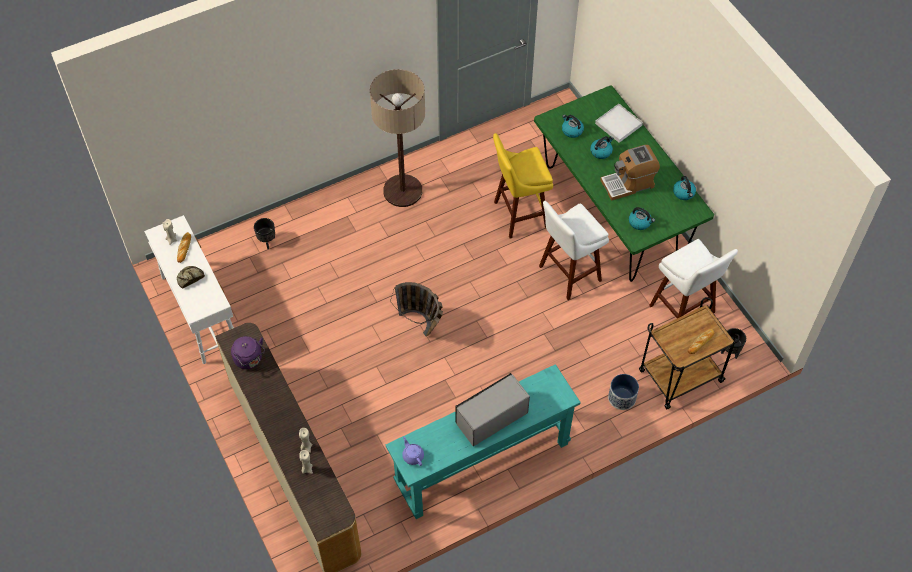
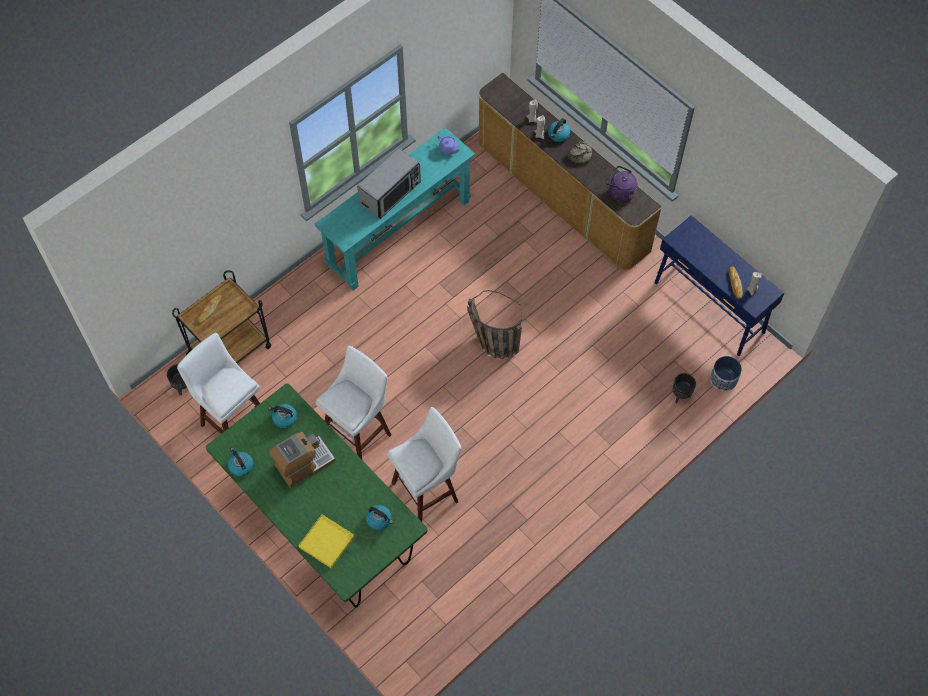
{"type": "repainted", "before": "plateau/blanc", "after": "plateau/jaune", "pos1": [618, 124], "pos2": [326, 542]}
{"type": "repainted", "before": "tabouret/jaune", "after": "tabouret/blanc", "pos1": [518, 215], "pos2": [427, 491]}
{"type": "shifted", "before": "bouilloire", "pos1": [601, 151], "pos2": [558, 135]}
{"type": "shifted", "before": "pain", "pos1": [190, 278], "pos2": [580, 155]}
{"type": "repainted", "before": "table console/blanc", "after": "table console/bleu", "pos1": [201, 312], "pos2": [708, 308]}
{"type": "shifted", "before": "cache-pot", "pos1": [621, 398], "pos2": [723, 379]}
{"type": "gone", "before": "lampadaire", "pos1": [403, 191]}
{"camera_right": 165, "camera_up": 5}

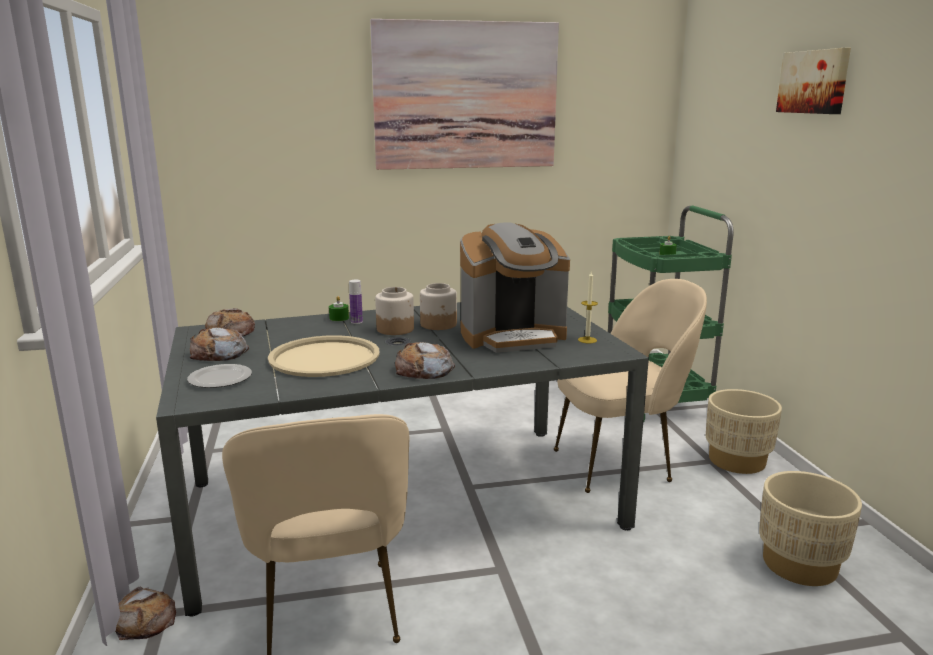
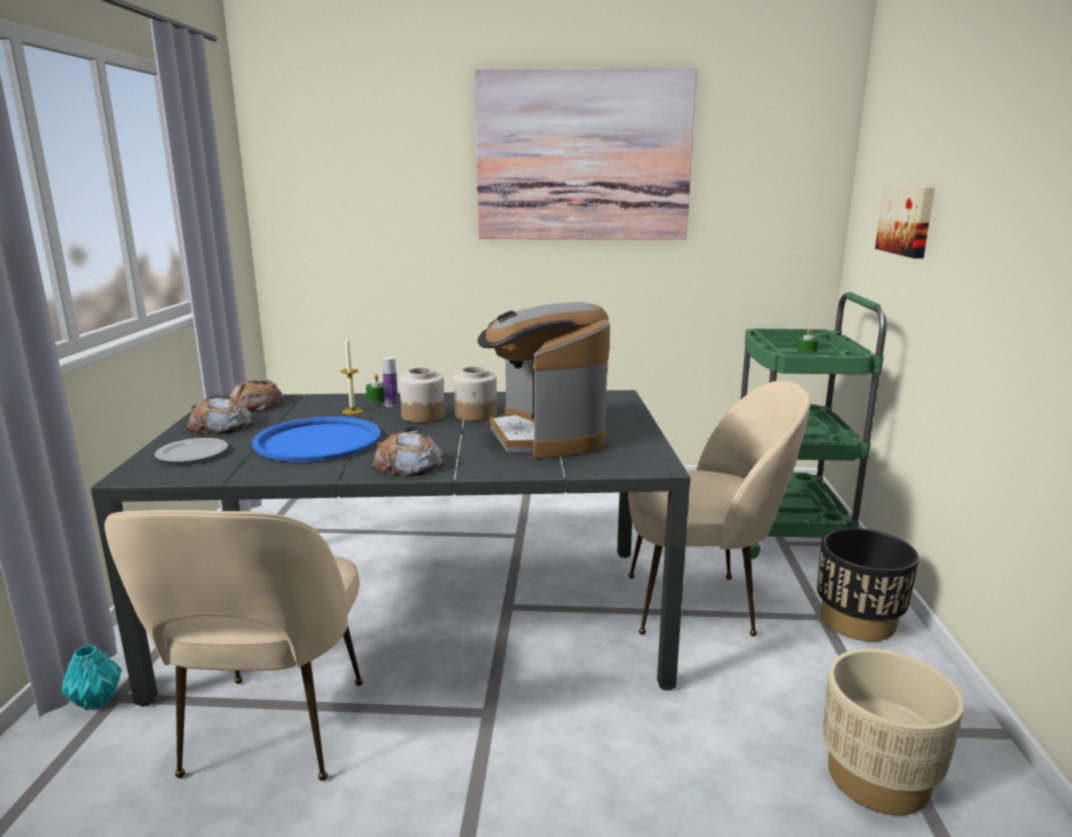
{"type": "swapped", "before": "pain", "after": "vase/turquoise", "pos1": [145, 620], "pos2": [97, 701]}
{"type": "repainted", "before": "plateau/beige", "after": "plateau/bleu", "pos1": [324, 358], "pos2": [318, 441]}
{"type": "shifted", "before": "bougie", "pos1": [587, 340], "pos2": [352, 411]}
{"type": "rotated", "before": "machine à café", "pos1": [513, 337], "pos2": [545, 436], "turn": 75}
{"type": "repainted", "before": "cache-pot/beige", "after": "cache-pot/noir", "pos1": [737, 461], "pos2": [858, 621]}
{"type": "shifted", "before": "tableau", "pos1": [814, 82], "pos2": [907, 220]}
{"camera_right": 15, "camera_up": 0}

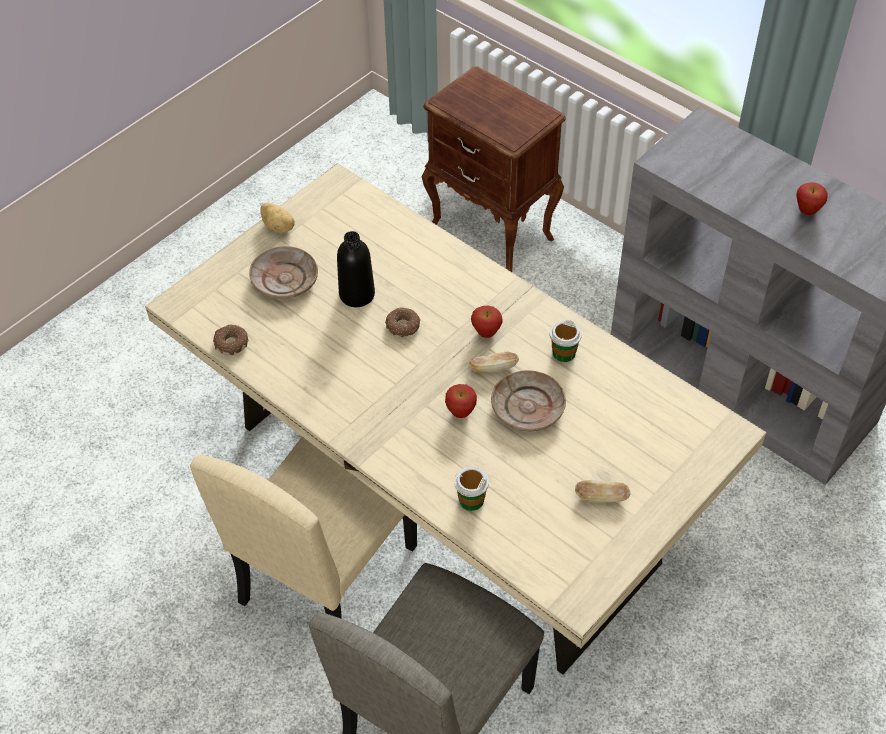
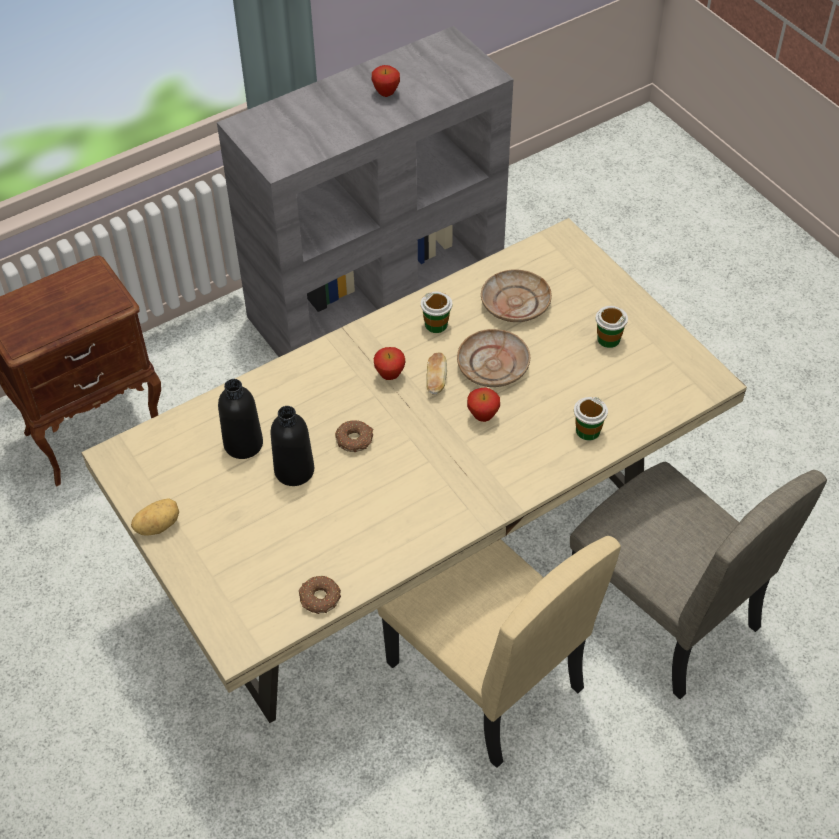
{"type": "new", "after": "bouteille/noir", "pos2": [243, 444]}
{"type": "shifted", "before": "assiette/beige", "pos1": [284, 279], "pos2": [515, 303]}
{"type": "swapped", "before": "pain", "after": "tasse", "pos1": [601, 497], "pos2": [608, 339]}
{"camera_right": -75, "camera_up": 0}

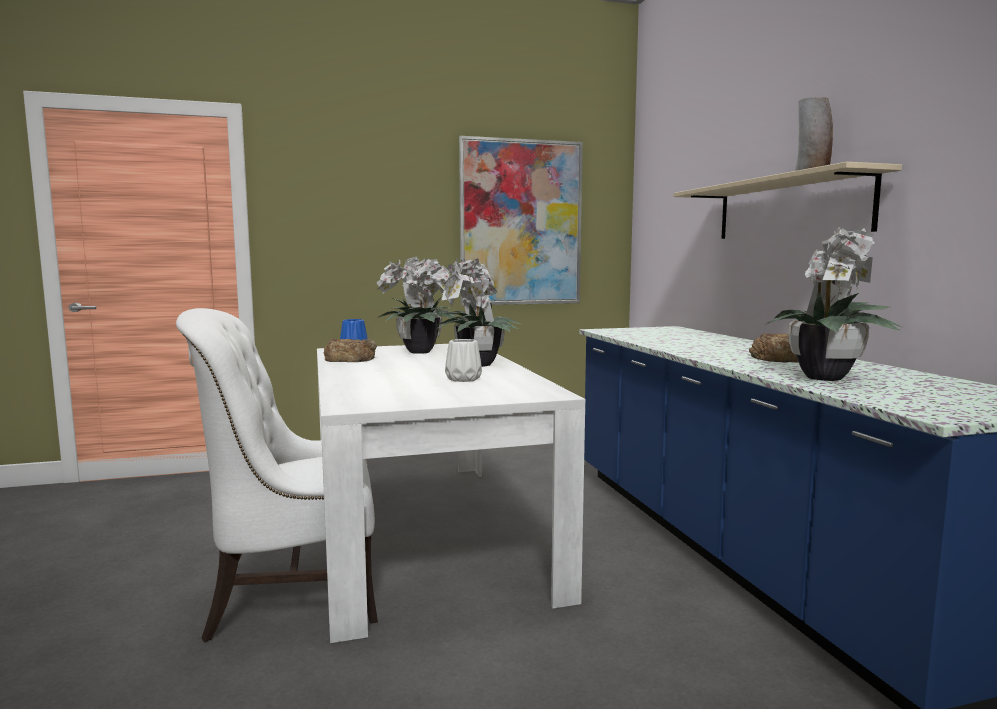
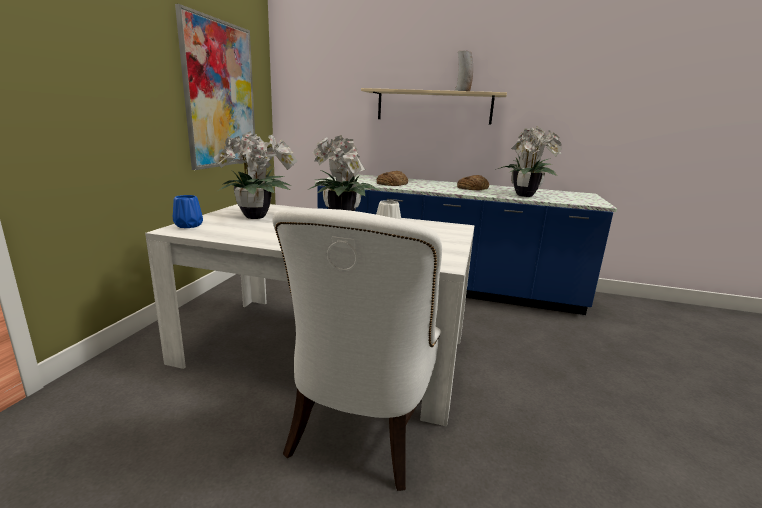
{"type": "shifted", "before": "pain", "pos1": [350, 358], "pos2": [392, 183]}
{"camera_right": -60, "camera_up": 10}

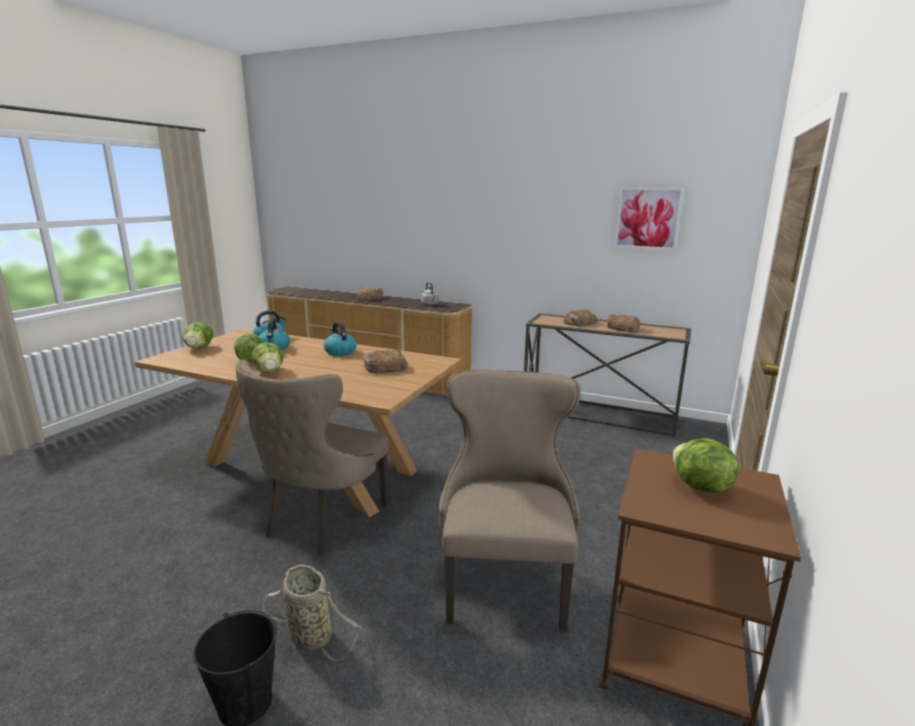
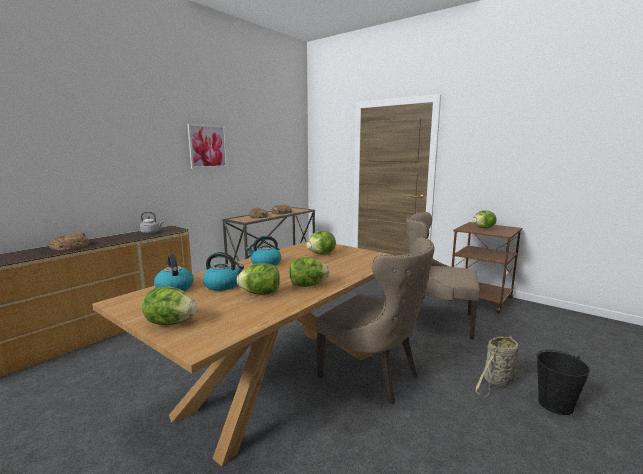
{"type": "shifted", "before": "tableau", "pos1": [647, 218], "pos2": [207, 146]}
{"type": "swapped", "before": "pain", "after": "laitue", "pos1": [385, 367], "pos2": [322, 254]}
{"camera_right": -75, "camera_up": -5}

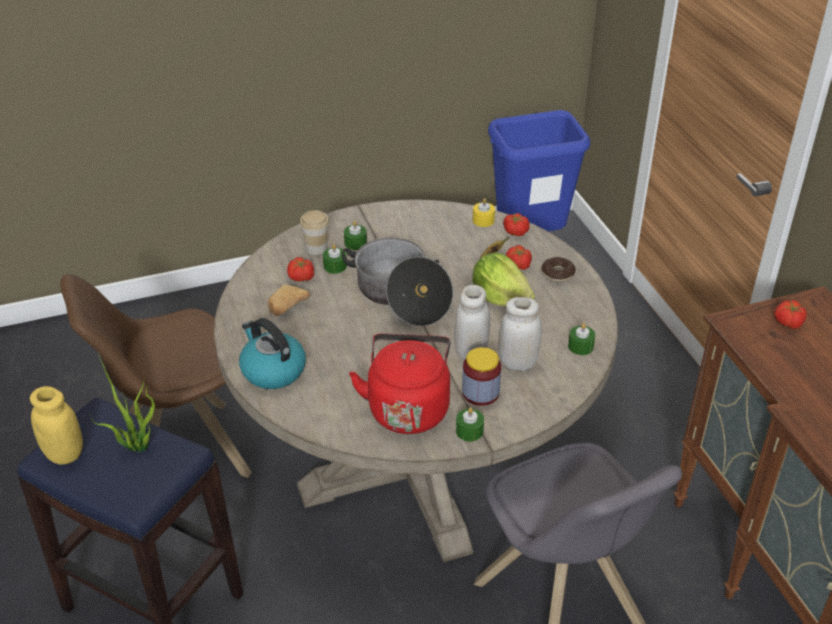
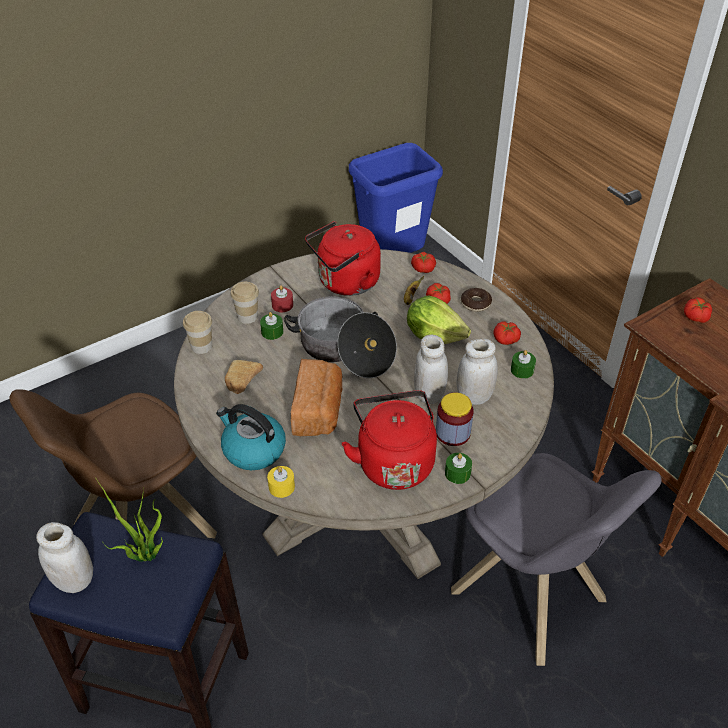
{"type": "repainted", "before": "bocal/jaune", "after": "bocal/blanc", "pos1": [64, 454], "pos2": [74, 580]}
{"type": "new", "after": "tasse", "pos2": [201, 346]}
{"type": "shifted", "before": "bougie/jaune", "pos1": [483, 220], "pos2": [281, 487]}
{"type": "repainted", "before": "bougie/vert", "after": "bougie/rouge", "pos1": [355, 243], "pos2": [282, 305]}
{"type": "new", "after": "pain", "pos2": [318, 411]}
{"type": "new", "after": "bouilloire/rouge", "pos2": [345, 283]}
{"type": "shifted", "before": "tomate", "pos1": [301, 277], "pos2": [506, 340]}
{"camera_right": -15, "camera_up": 5}

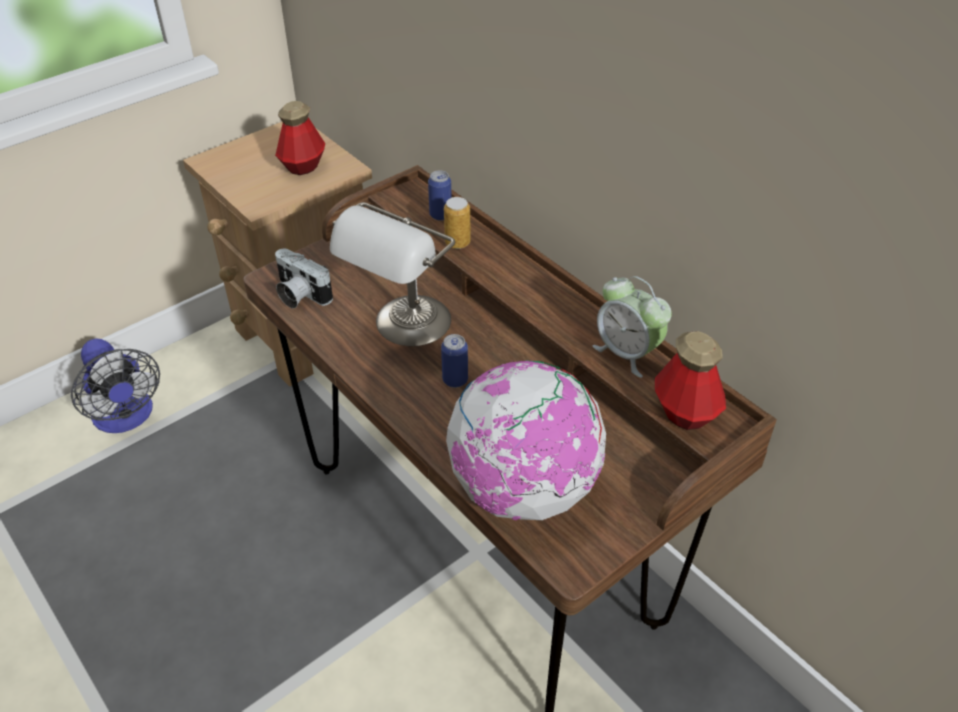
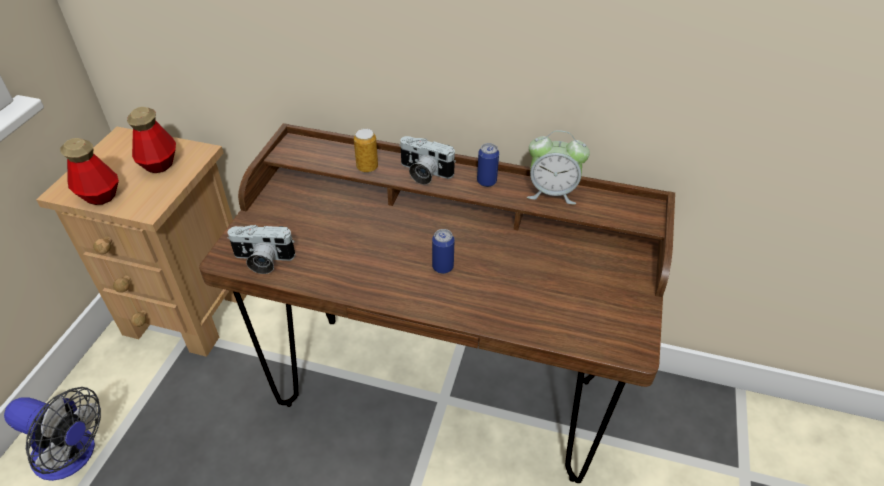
{"type": "shifted", "before": "bouteille", "pos1": [685, 412], "pos2": [100, 196]}
{"type": "new", "after": "appareil photo", "pos2": [424, 173]}
{"type": "shifted", "before": "boîte métallique", "pos1": [440, 215], "pos2": [486, 181]}
{"type": "gone", "before": "lampe de table/blanc", "pos1": [405, 330]}
{"type": "gone", "before": "globe", "pos1": [523, 490]}
{"camera_right": -35, "camera_up": 0}

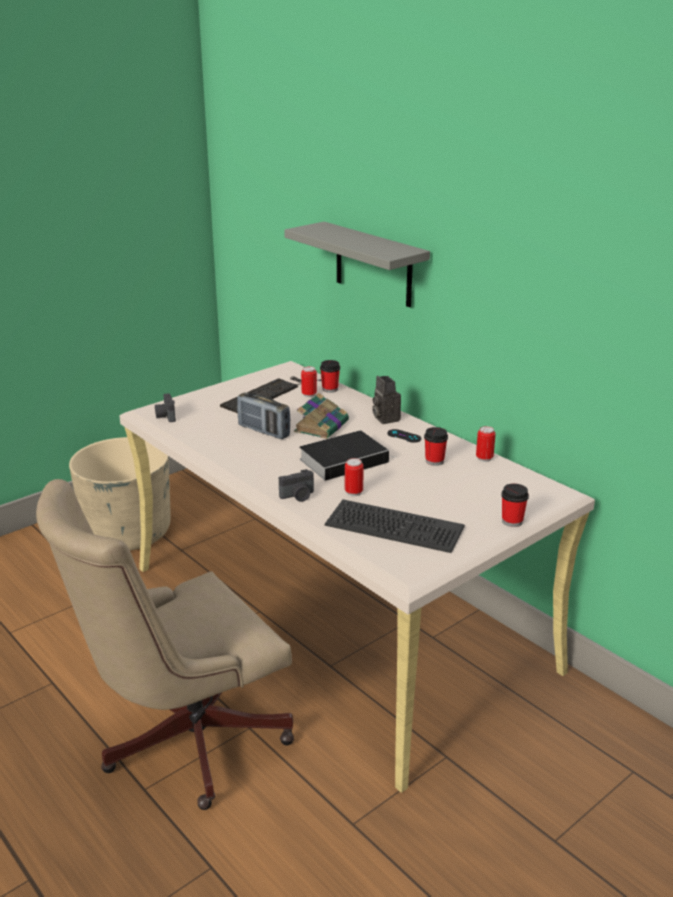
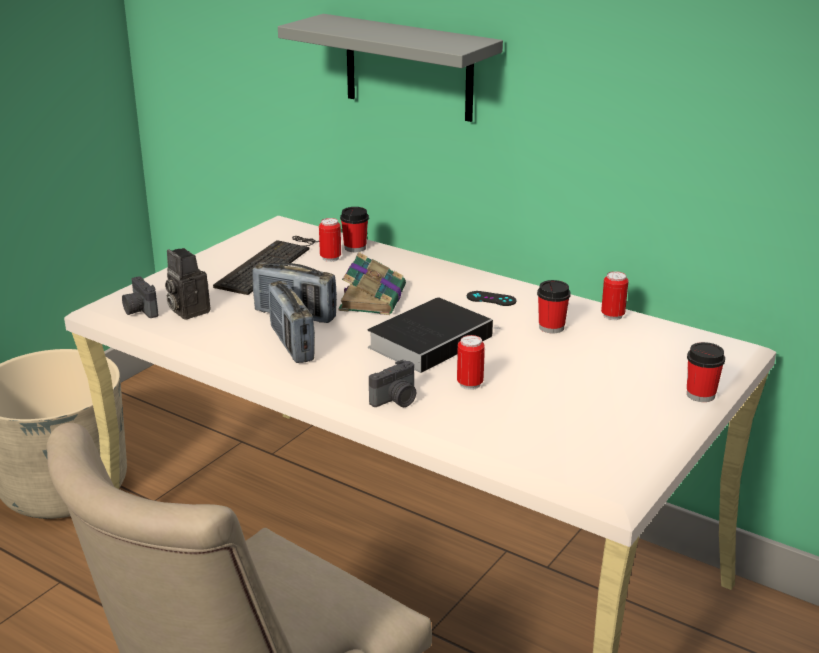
{"type": "shifted", "before": "appareil photo", "pos1": [384, 418], "pos2": [187, 310]}
{"type": "new", "after": "radio", "pos2": [292, 344]}
{"type": "gone", "before": "clavier", "pos1": [393, 527]}
{"camera_right": -15, "camera_up": 0}

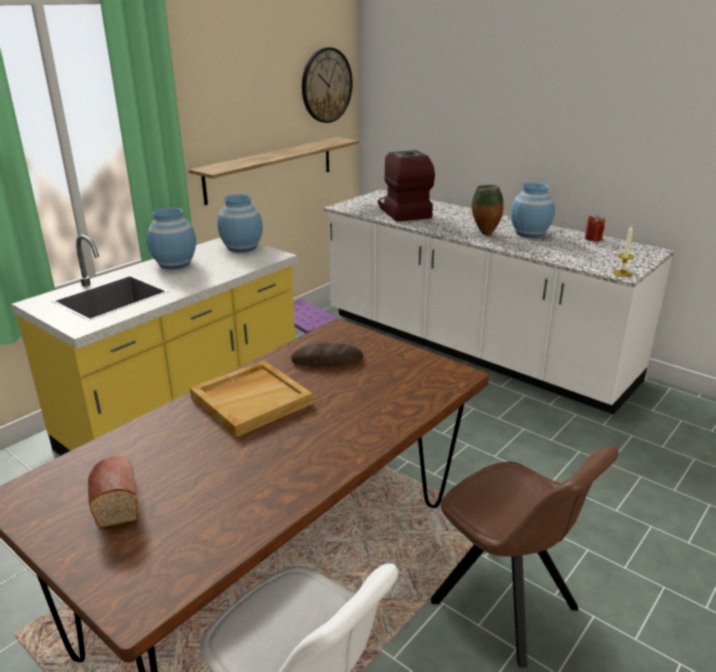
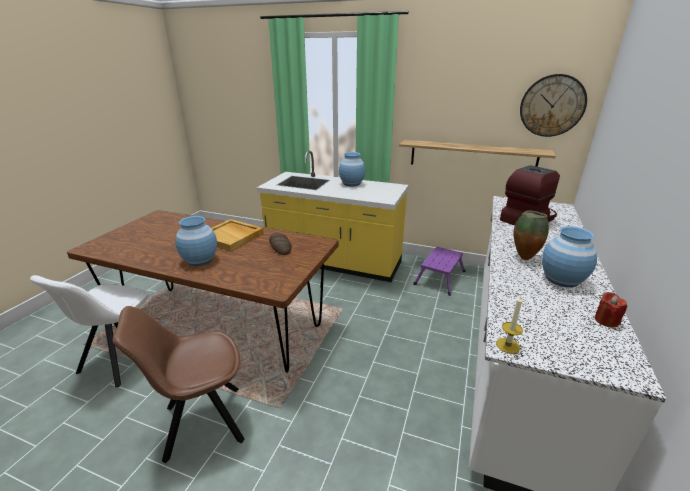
{"type": "rotated", "before": "chaise/marron", "pos1": [505, 604], "pos2": [203, 423], "turn": 45}
{"type": "shifted", "before": "vase/bleu", "pos1": [241, 247], "pos2": [200, 260]}
{"type": "gone", "before": "pain", "pos1": [116, 499]}
{"camera_right": 70, "camera_up": 0}

